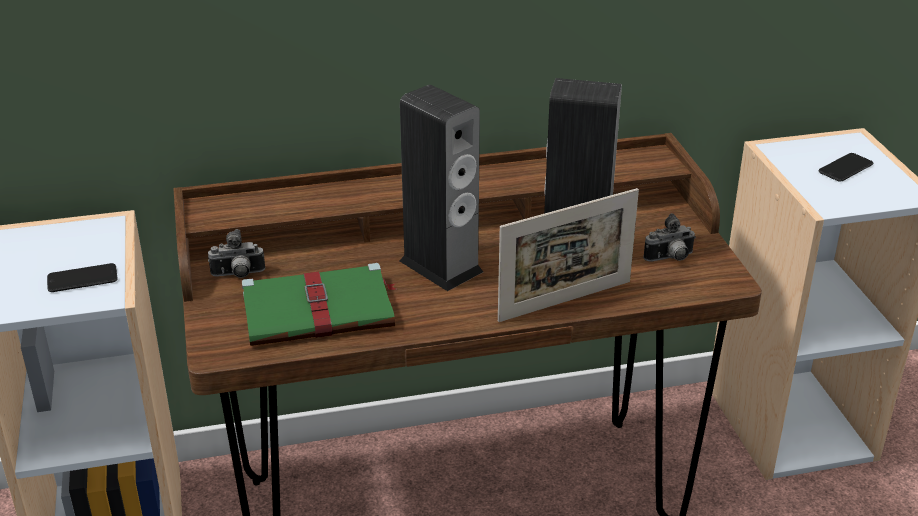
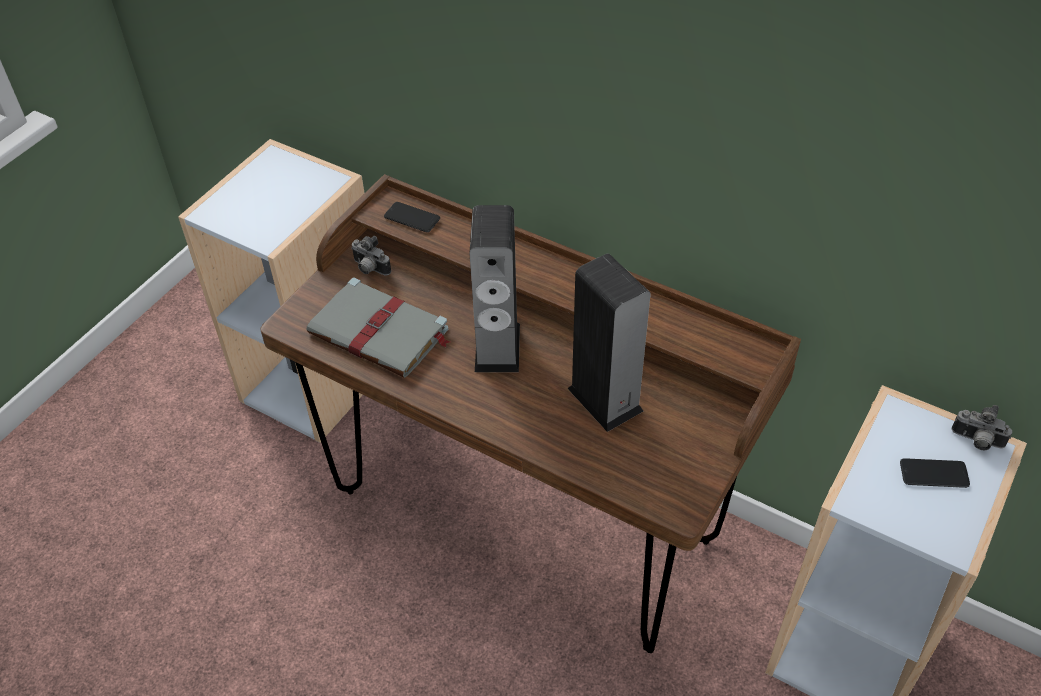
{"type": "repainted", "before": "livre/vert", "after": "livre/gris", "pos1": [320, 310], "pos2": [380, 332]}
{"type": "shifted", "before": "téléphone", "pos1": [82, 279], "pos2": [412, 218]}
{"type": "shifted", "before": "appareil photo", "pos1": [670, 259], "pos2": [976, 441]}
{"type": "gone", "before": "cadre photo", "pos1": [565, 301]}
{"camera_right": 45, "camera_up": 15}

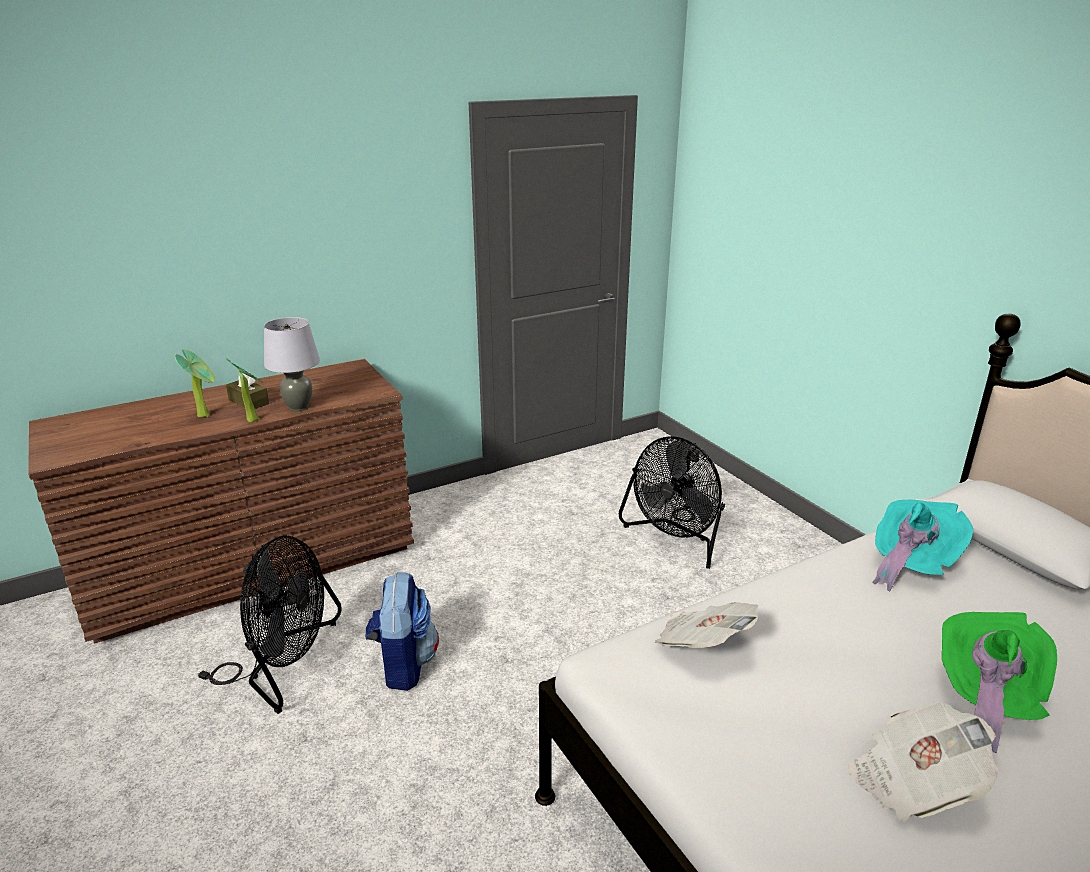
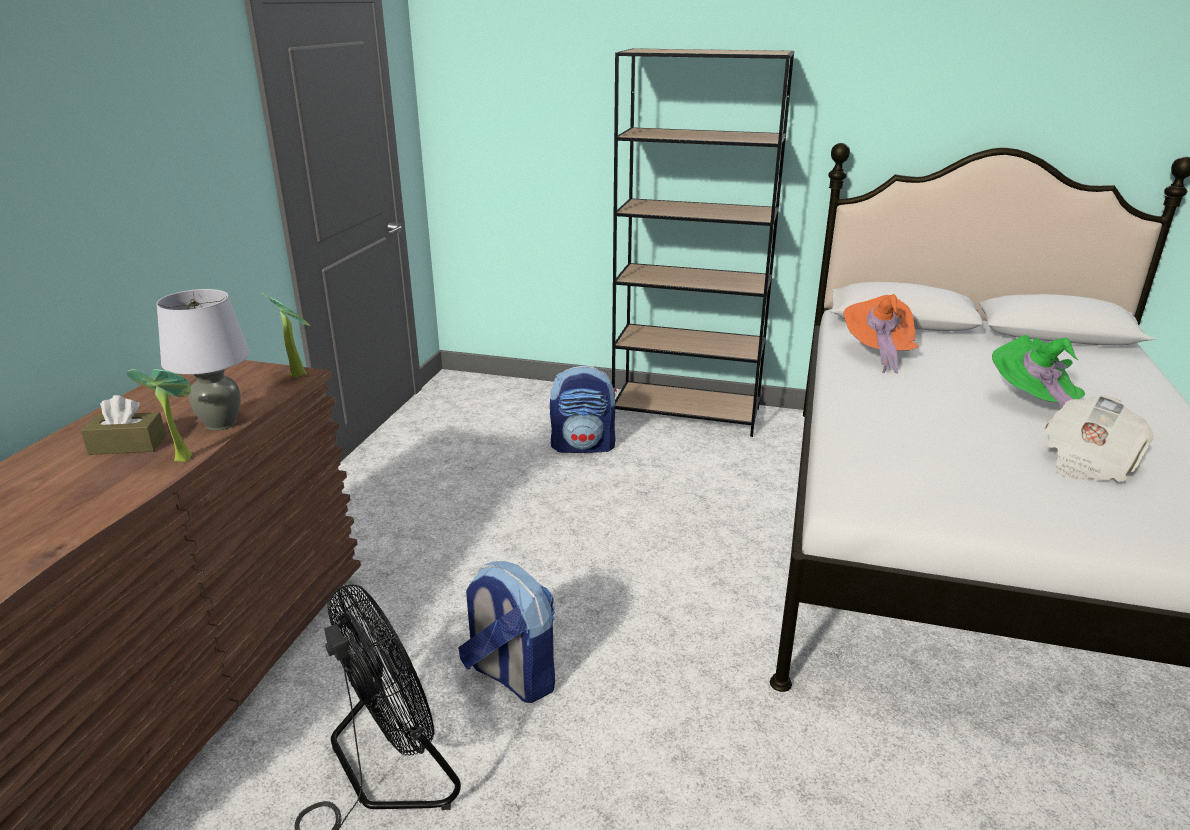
{"type": "shifted", "before": "plante en pot", "pos1": [206, 415], "pos2": [299, 373]}
{"type": "swapped", "before": "ventilateur/noir", "after": "sac à dos", "pos1": [674, 536], "pos2": [583, 446]}
{"type": "new", "after": "bibliothèque/beige", "pos2": [687, 413]}
{"type": "repainted", "before": "chapeau/turquoise", "after": "chapeau/orange", "pos1": [910, 564], "pos2": [878, 353]}
{"type": "gone", "before": "journal", "pos1": [702, 644]}
{"camera_right": -45, "camera_up": 0}

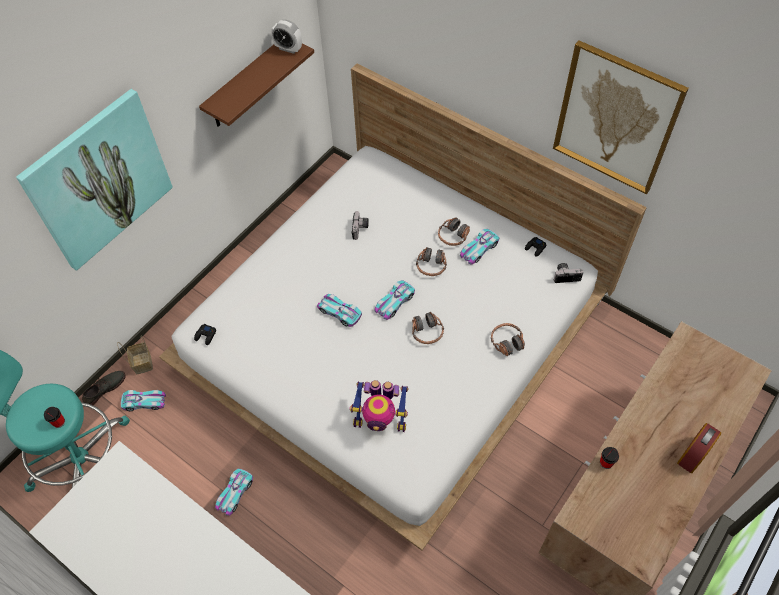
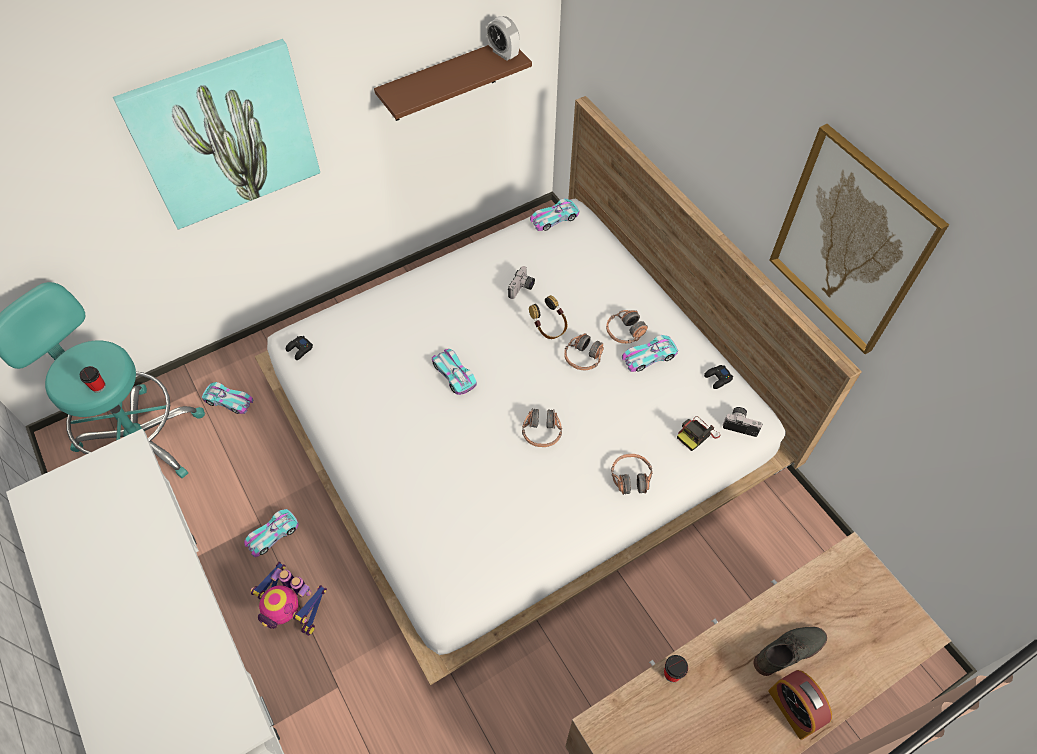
{"type": "shifted", "before": "robot jouet", "pos1": [381, 419], "pos2": [294, 611]}
{"type": "new", "after": "casque audio", "pos2": [549, 327]}
{"type": "shifted", "before": "petite voiture", "pos1": [394, 302], "pos2": [554, 218]}
{"type": "new", "after": "appareil photo", "pos2": [697, 434]}
{"type": "shifted", "before": "chaussure/gris", "pos1": [104, 388], "pos2": [788, 650]}
{"type": "rotated", "before": "réveil", "pos1": [694, 454], "pos2": [793, 709], "turn": -90}
{"type": "gone", "before": "panier", "pos1": [142, 362]}
{"camera_right": 20, "camera_up": 0}

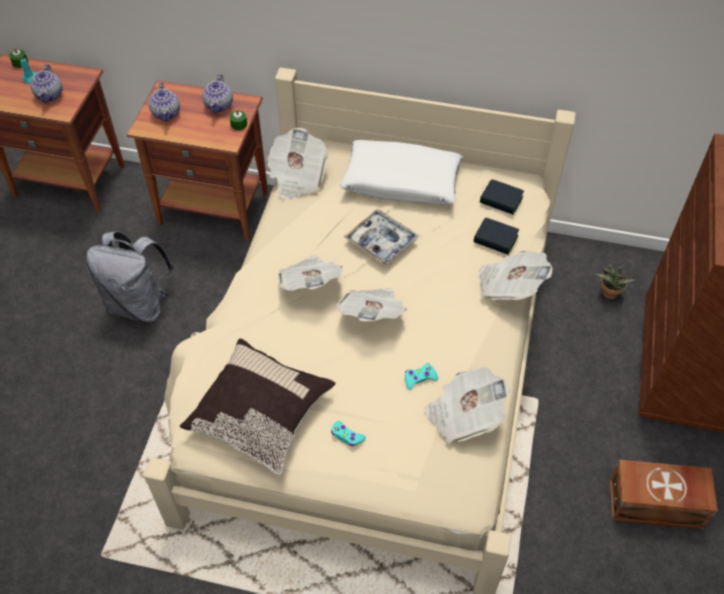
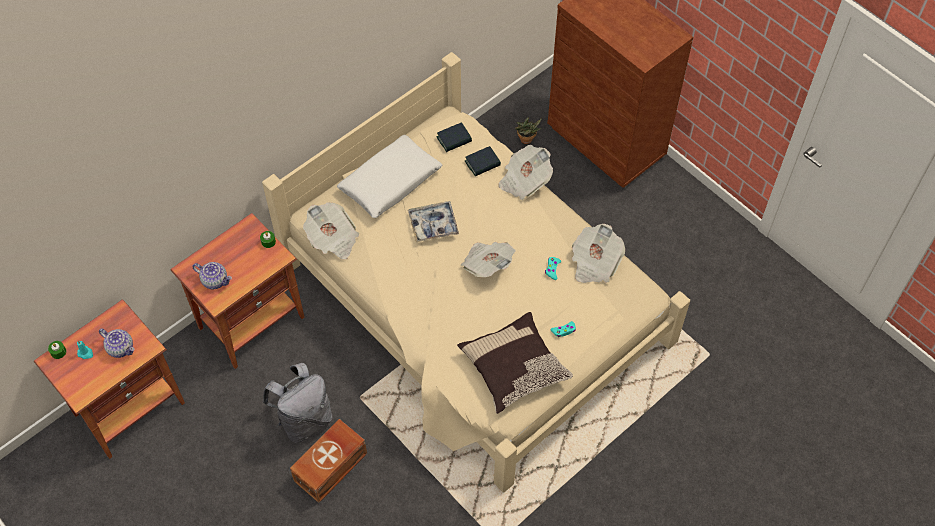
{"type": "shifted", "before": "boîte de rangement/marron", "pos1": [657, 505], "pos2": [332, 467]}
{"type": "gone", "before": "théière", "pos1": [219, 106]}
{"type": "gone", "before": "journal", "pos1": [310, 284]}
{"camera_right": -55, "camera_up": 5}

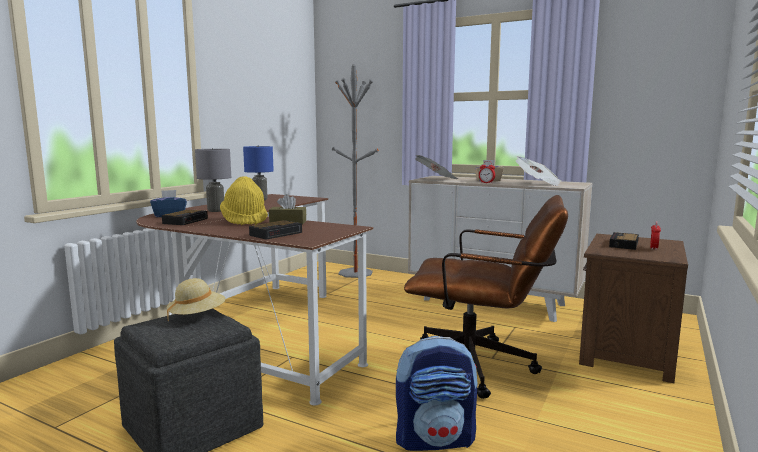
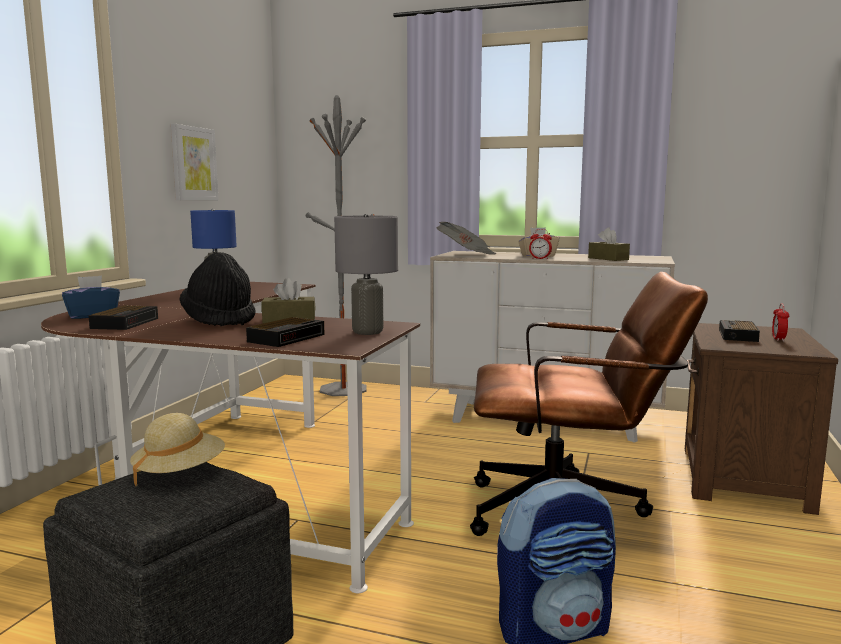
{"type": "new", "after": "tableau", "pos2": [193, 164]}
{"type": "repainted", "before": "chapeau/jaune", "after": "chapeau/noir", "pos1": [244, 221], "pos2": [220, 320]}
{"type": "shifted", "before": "lampe de table/gris", "pos1": [216, 211], "pos2": [368, 333]}
{"type": "swapped", "before": "journal", "after": "boîte à mouchoirs/marron", "pos1": [538, 184], "pos2": [608, 259]}
{"camera_right": -10, "camera_up": 0}

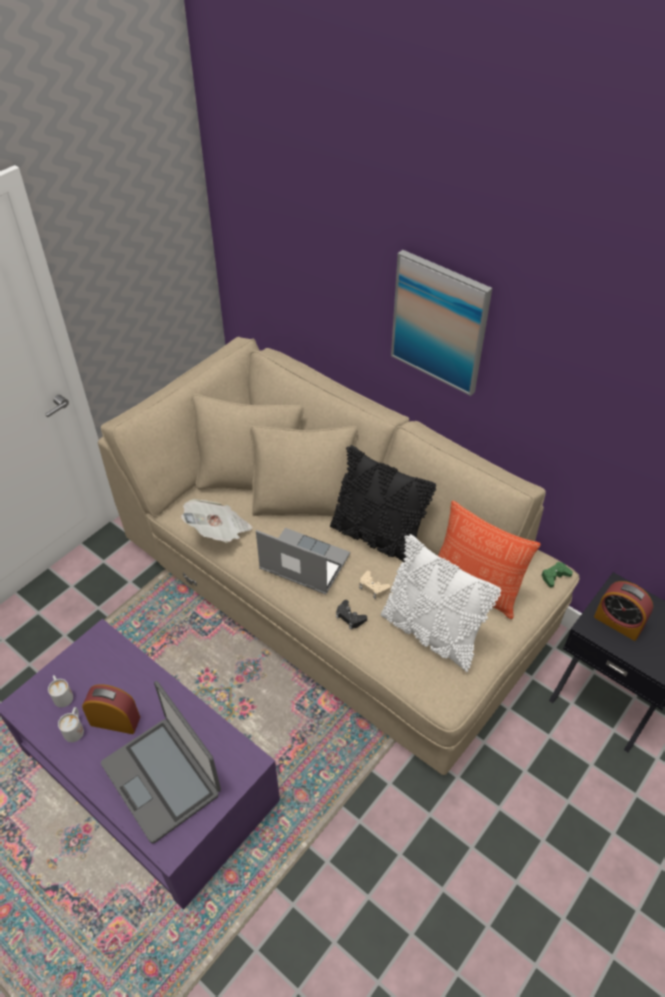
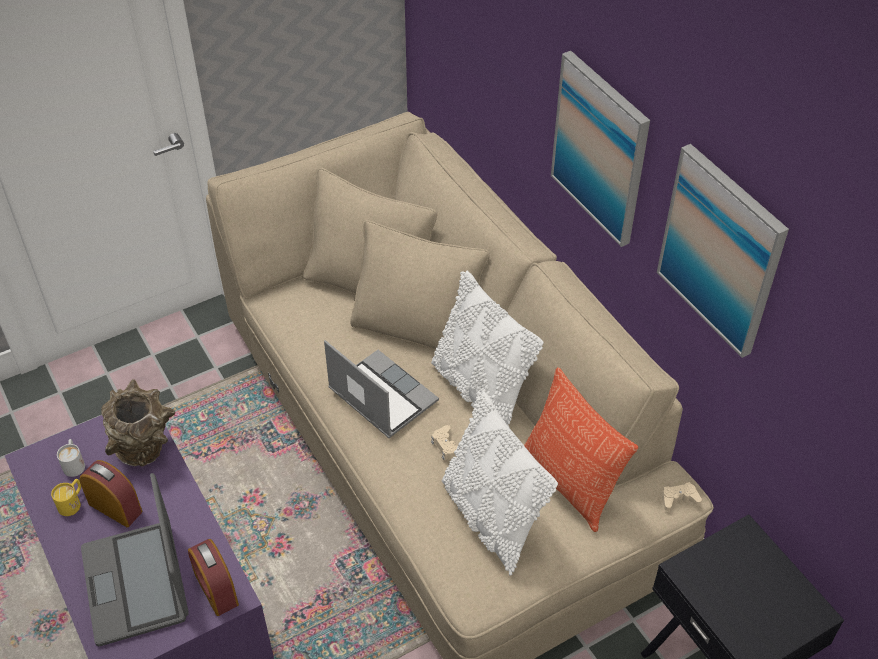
{"type": "repainted", "before": "mug/blanc", "after": "mug/jaune", "pos1": [75, 728], "pos2": [72, 502]}
{"type": "new", "after": "vase/marron", "pos2": [146, 449]}
{"type": "shifted", "before": "réveil", "pos1": [618, 622], "pos2": [216, 589]}
{"type": "repainted", "before": "coussin/noir", "after": "coussin/blanc", "pos1": [378, 537], "pos2": [481, 391]}
{"type": "new", "after": "tableau", "pos2": [721, 250]}
{"type": "repainted", "before": "manette/vert", "after": "manette/beige", "pos1": [555, 576], "pos2": [679, 499]}
{"type": "gone", "before": "journal", "pos1": [219, 531]}
{"type": "gone", "before": "manette/noir", "pos1": [350, 617]}
{"camera_right": 20, "camera_up": 0}

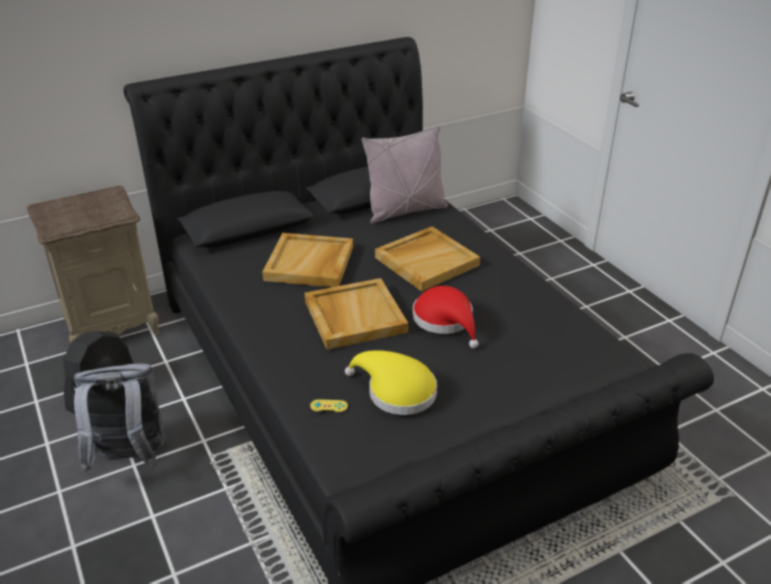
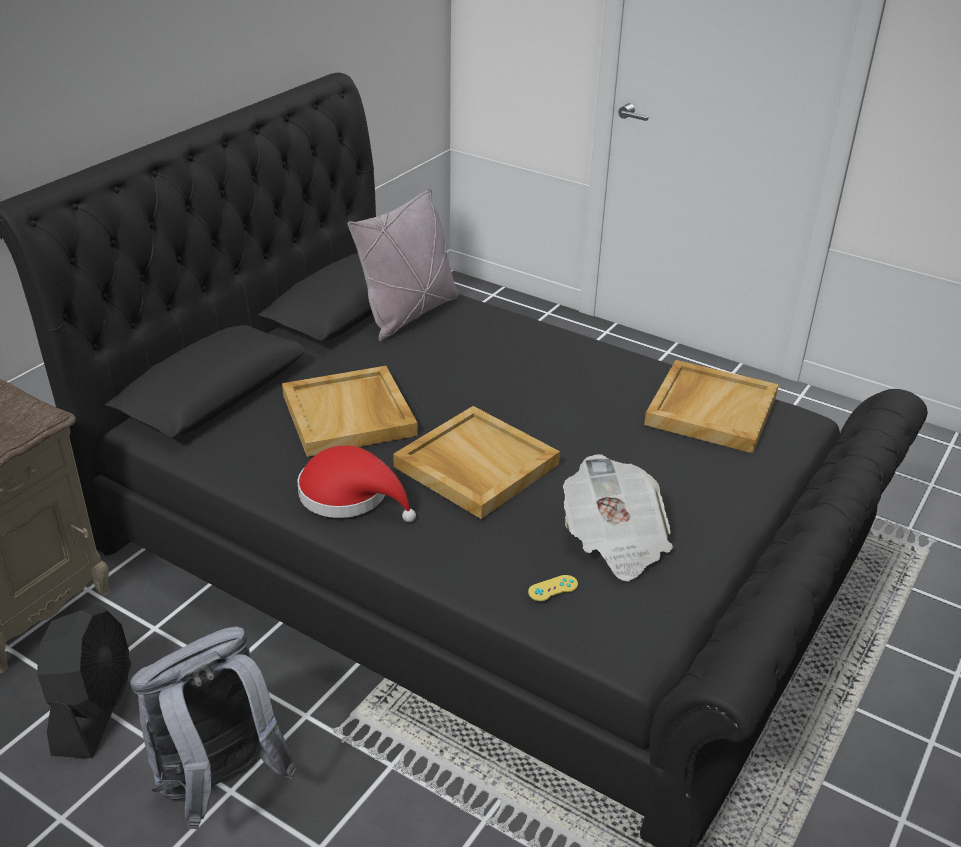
{"type": "shifted", "before": "chapeau/rouge", "pos1": [445, 321], "pos2": [350, 495]}
{"type": "swapped", "before": "chapeau/jaune", "after": "journal", "pos1": [396, 391], "pos2": [614, 541]}
{"type": "shifted", "before": "plateau/beige", "pos1": [427, 261], "pos2": [710, 409]}
{"camera_right": -30, "camera_up": 0}

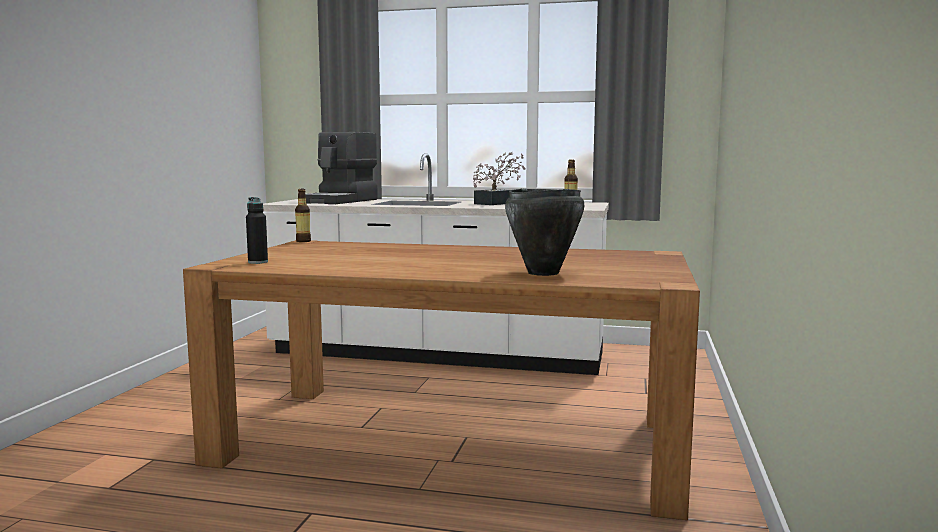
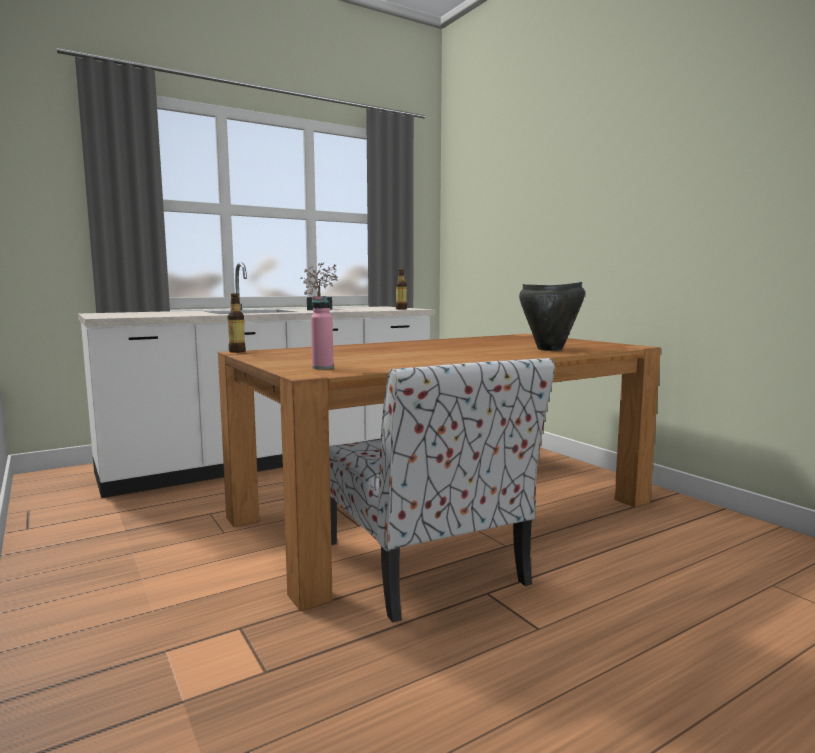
{"type": "repainted", "before": "bouteille/noir", "after": "bouteille/rose", "pos1": [258, 262], "pos2": [322, 367]}
{"type": "new", "after": "chaise", "pos2": [424, 564]}
{"type": "gone", "before": "machine à café", "pos1": [341, 201]}
{"camera_right": -45, "camera_up": 0}

